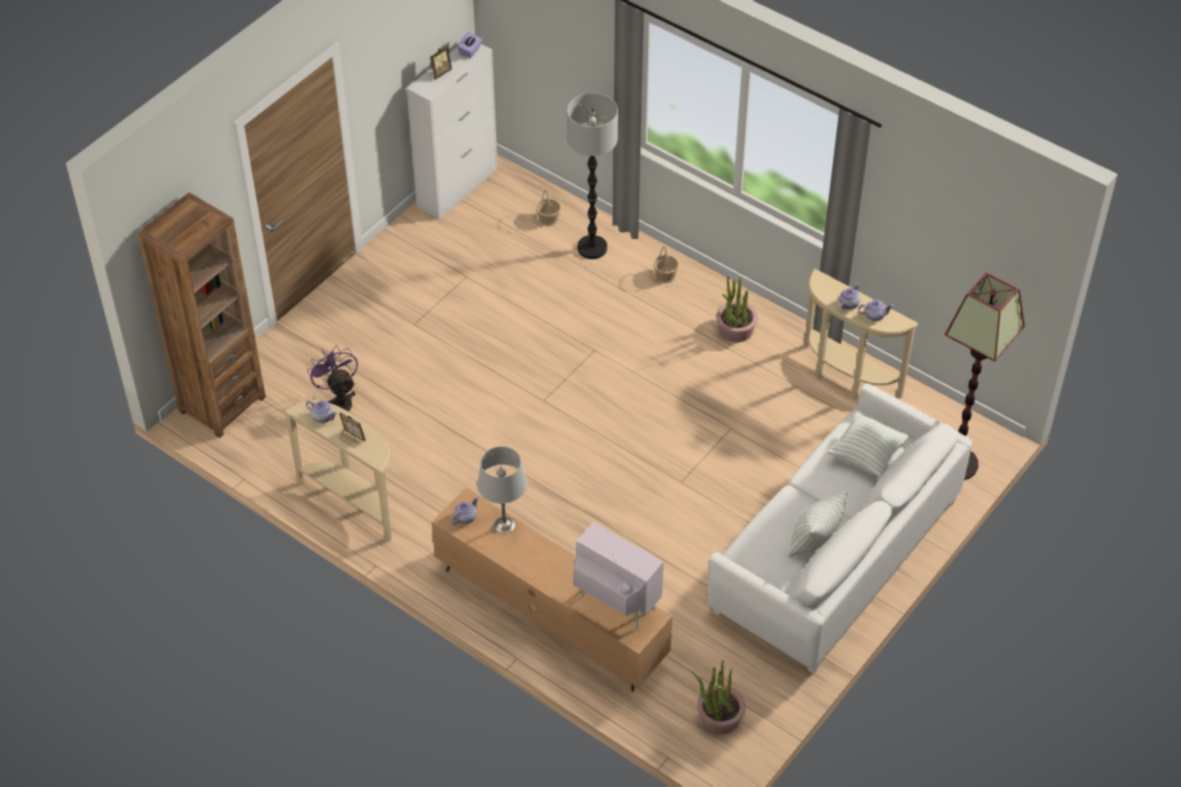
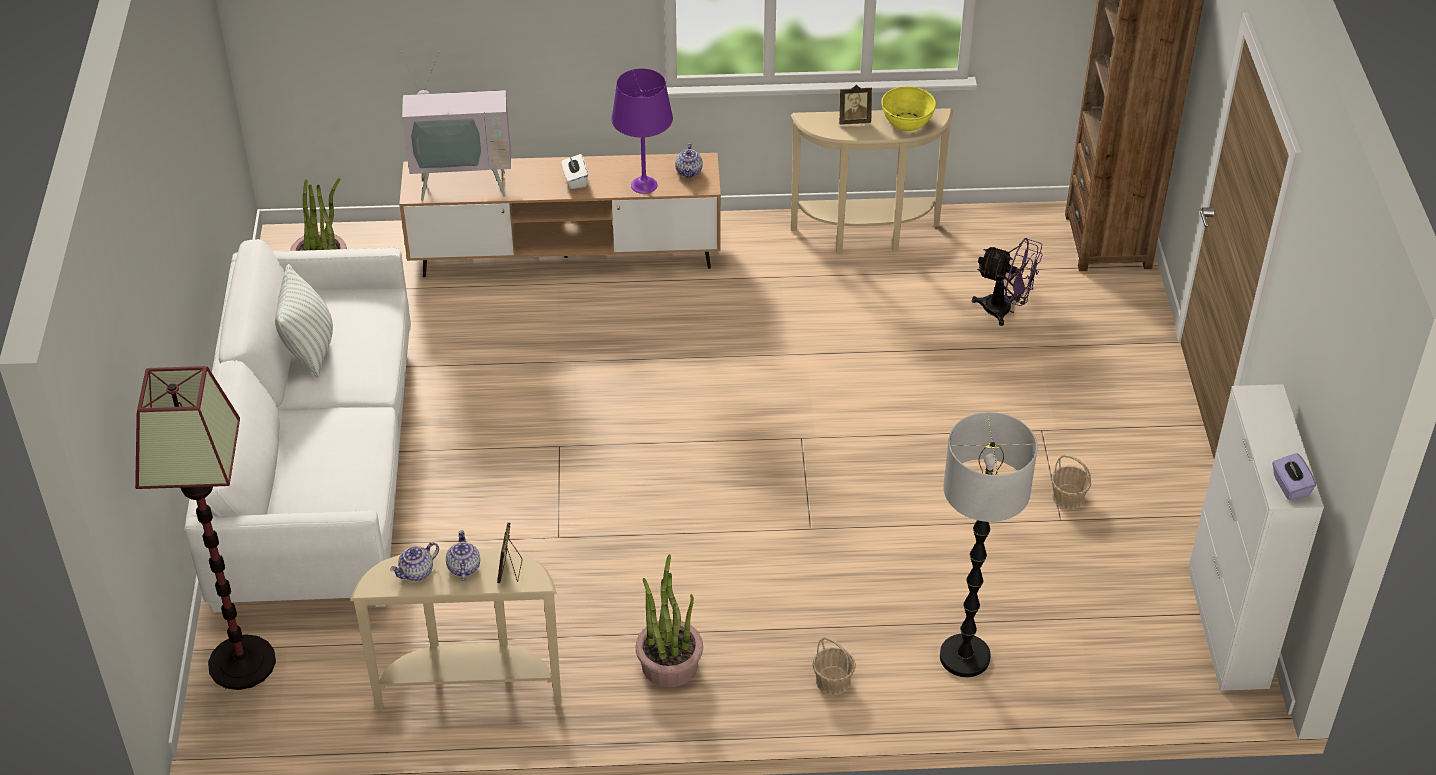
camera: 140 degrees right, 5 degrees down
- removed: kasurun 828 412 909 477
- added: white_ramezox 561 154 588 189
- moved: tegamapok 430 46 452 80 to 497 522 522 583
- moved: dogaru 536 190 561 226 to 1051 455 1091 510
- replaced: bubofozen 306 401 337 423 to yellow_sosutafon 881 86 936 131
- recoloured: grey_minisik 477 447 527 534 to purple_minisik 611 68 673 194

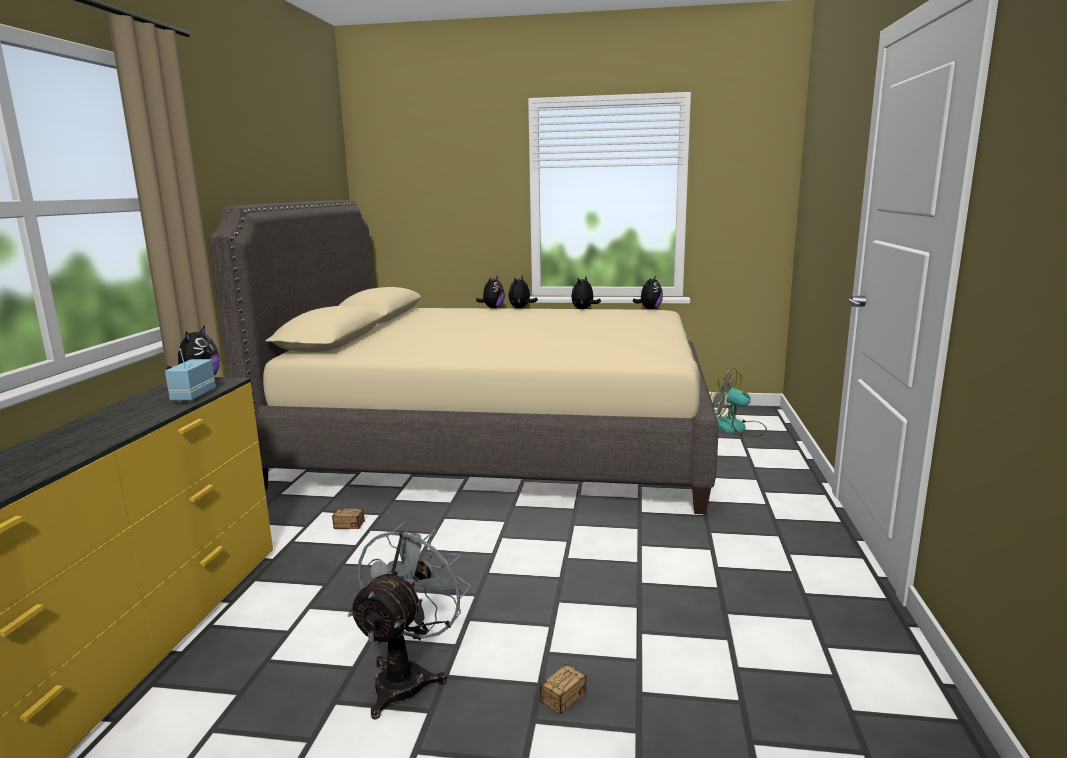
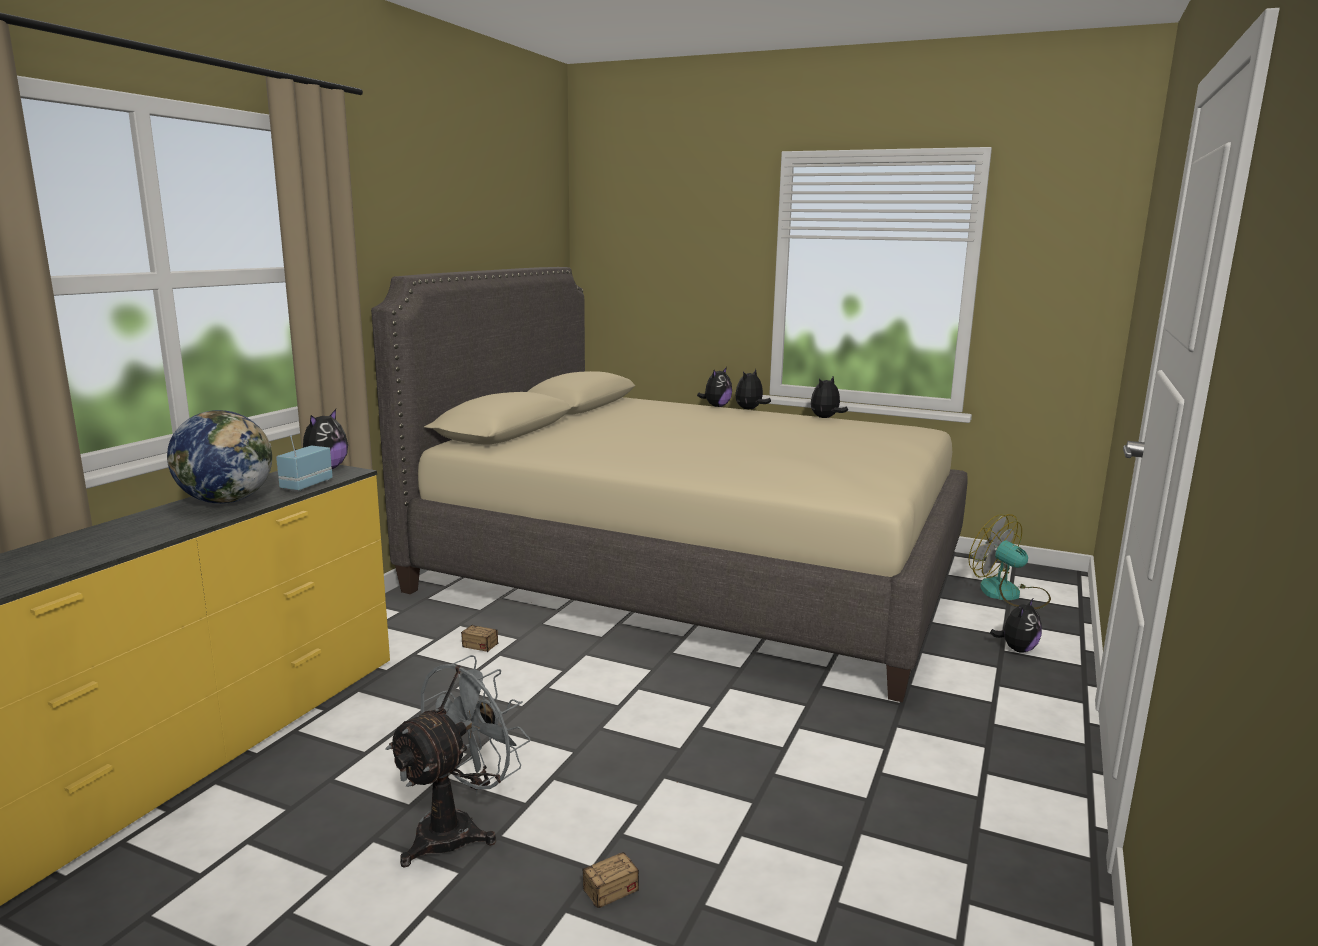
camera: 15 degrees right, 0 degrees up
- added: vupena 167 410 272 504
- moved: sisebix 633 276 663 310 to 990 599 1042 653

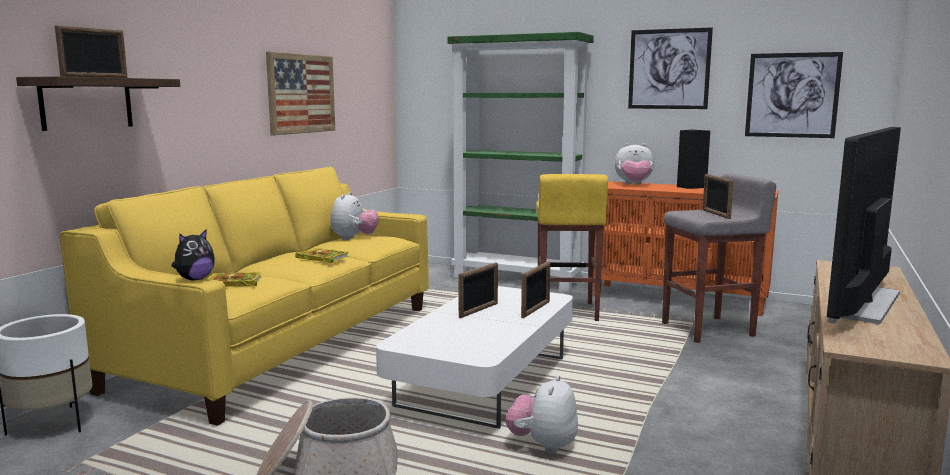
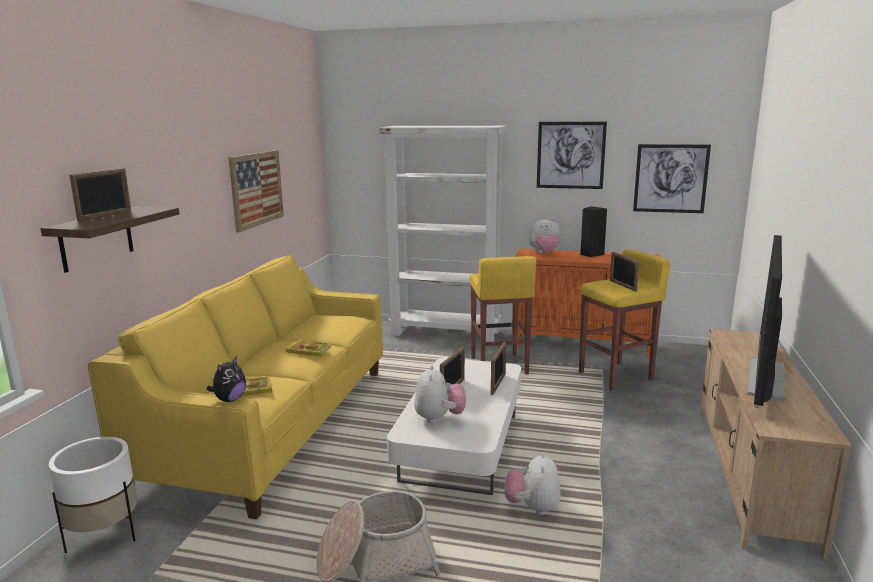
camera: 10 degrees left, 5 degrees up
- moved: sisebix 331 192 379 240 to 414 365 466 423
- recoloured: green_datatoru 447 32 594 292 to white_datatoru 379 126 506 342
- recoloured: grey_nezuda 662 173 776 343 to yellow_nezuda 579 249 670 391

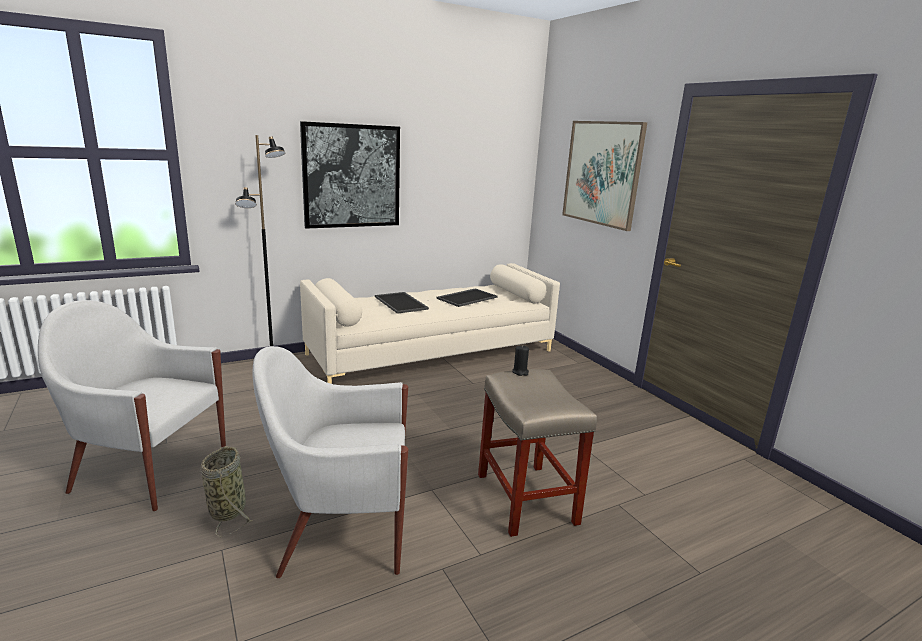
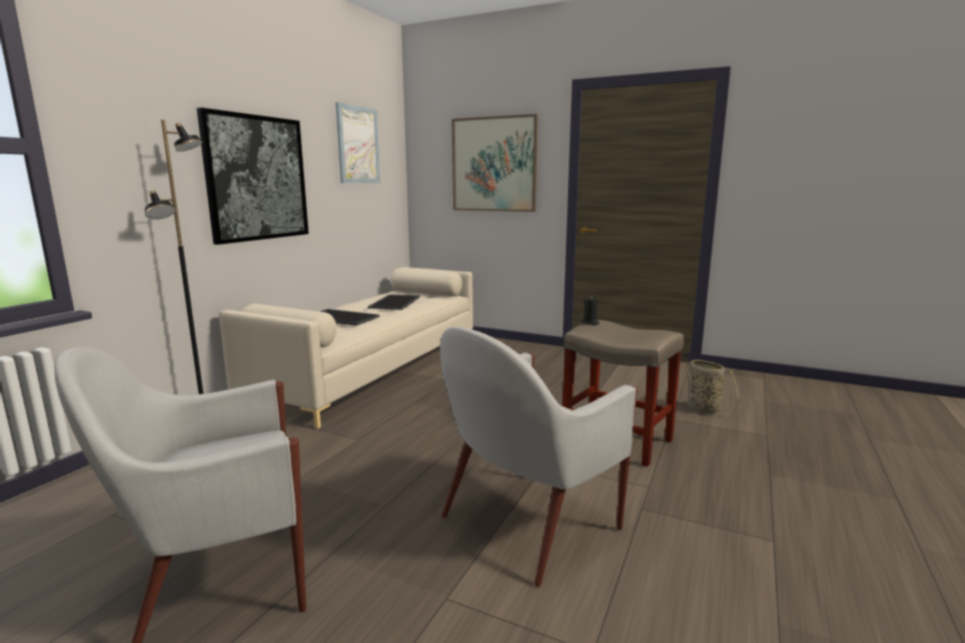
camera: 35 degrees left, 5 degrees down
- added: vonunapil 336 102 380 183
- moved: dogaru 201 446 252 537 to 657 360 740 415

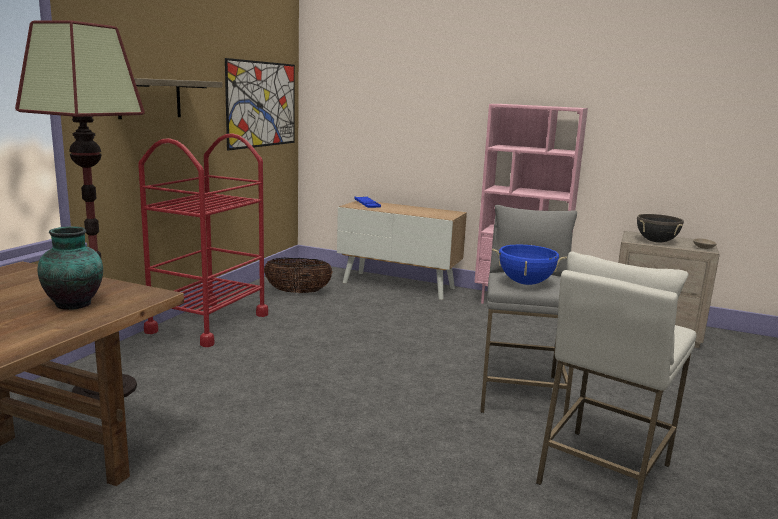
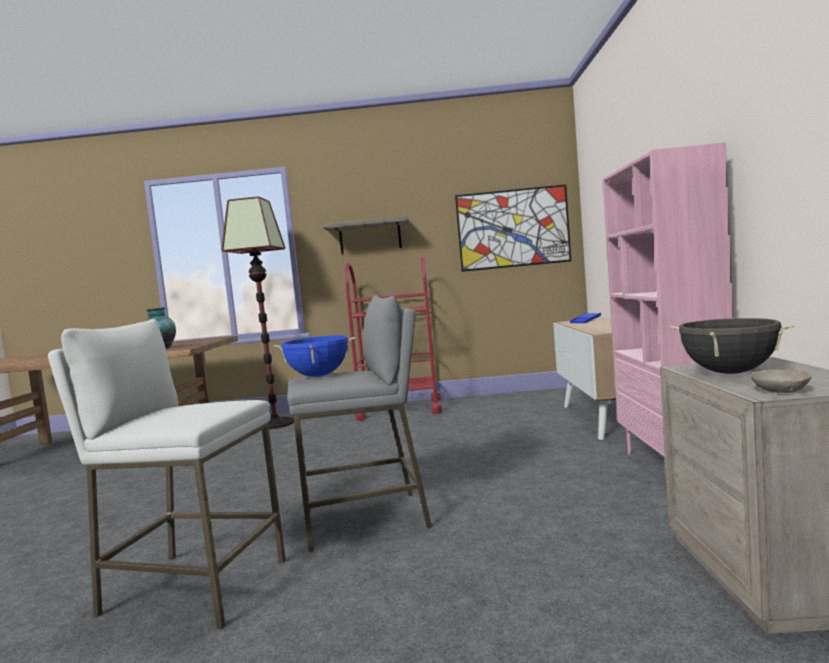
camera: 70 degrees right, 10 degrees down
- removed: dogaru 264 258 333 293

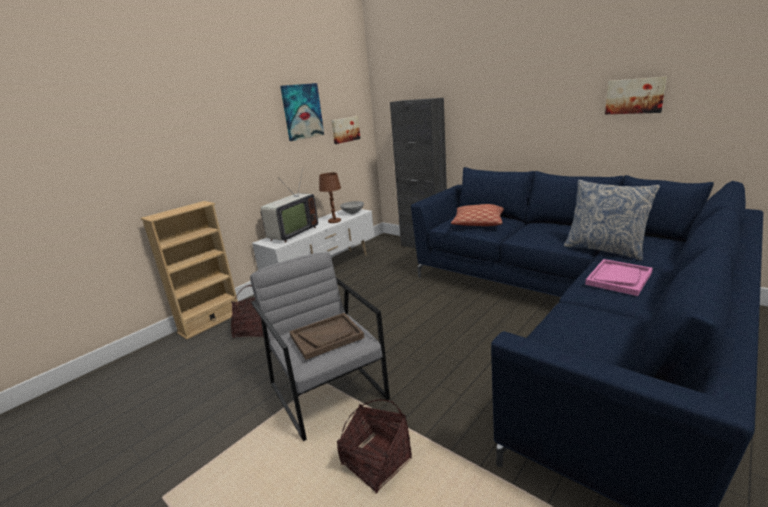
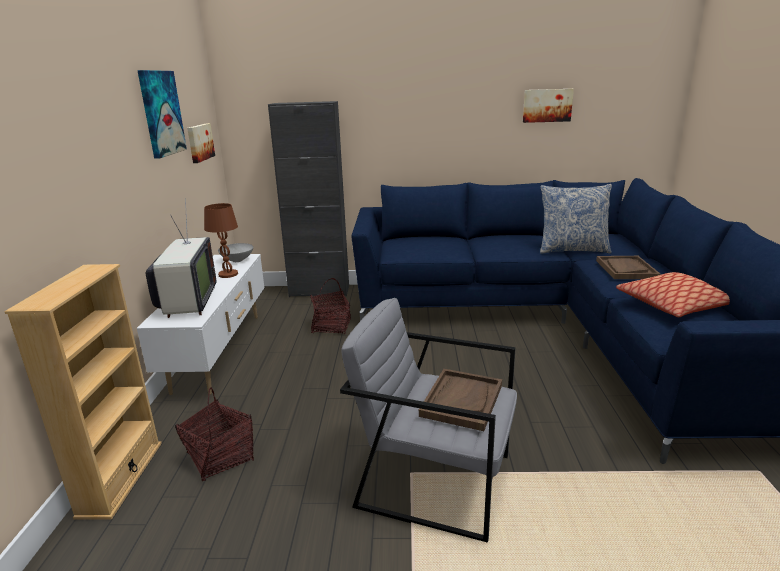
camera: 40 degrees left, 0 degrees up
- moved: dogaru 337 399 412 494 to 310 278 351 334
- moved: kasurun 451 204 504 226 to 616 272 730 317
- recoloured: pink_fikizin 585 259 653 296 to brown_fikizin 596 256 660 279

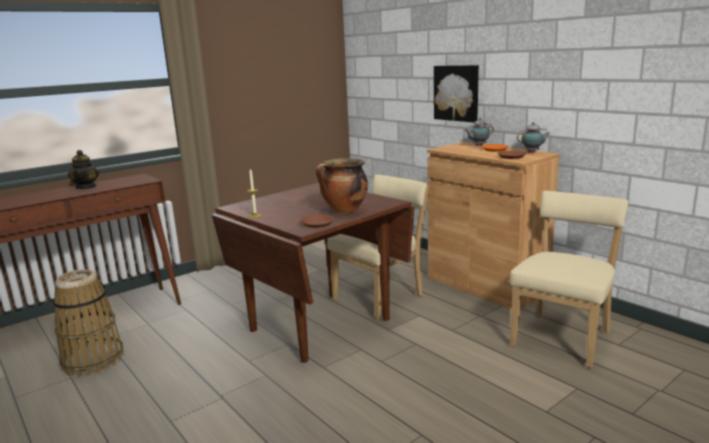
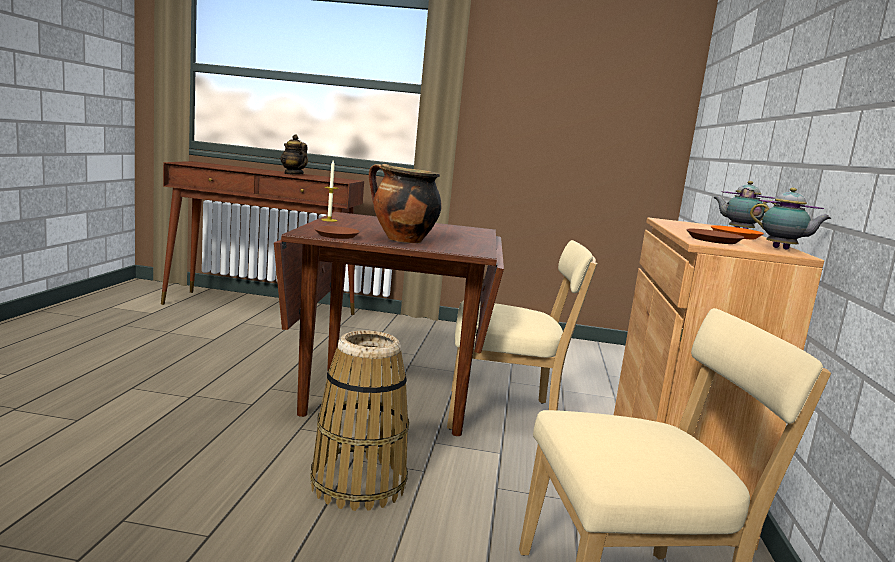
camera: 45 degrees right, 5 degrees down
- removed: vonunapil 434 65 479 123
- moved: dogaru 53 269 123 376 to 310 330 409 511
- turned: bubofozen 68 150 99 189 = 280 135 308 175 105 degrees clockwise

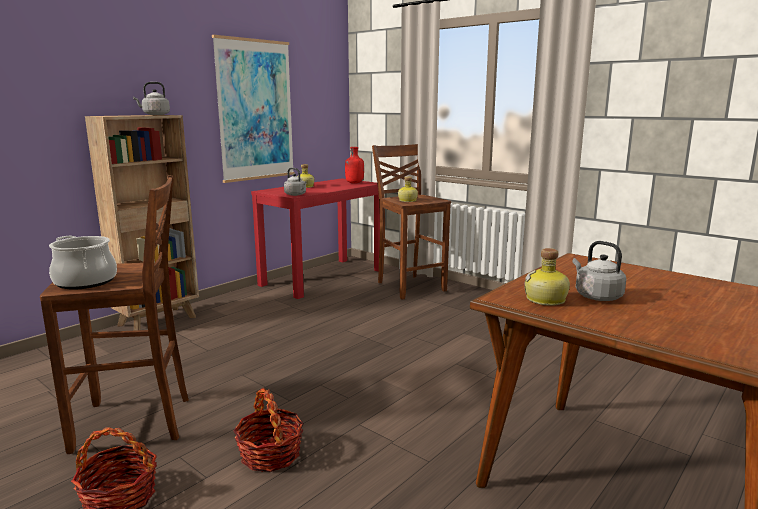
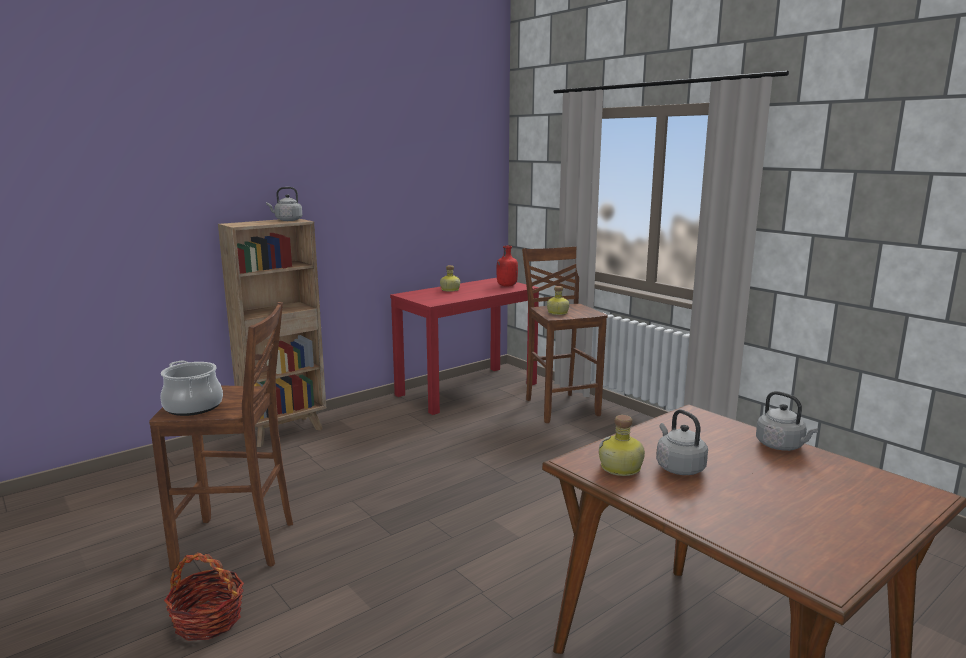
camera: 10 degrees right, 0 degrees up
- removed: vonunapil 212 35 295 183
- removed: dogaru 233 388 304 472
- moved: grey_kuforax 284 167 307 196 to 756 391 818 451

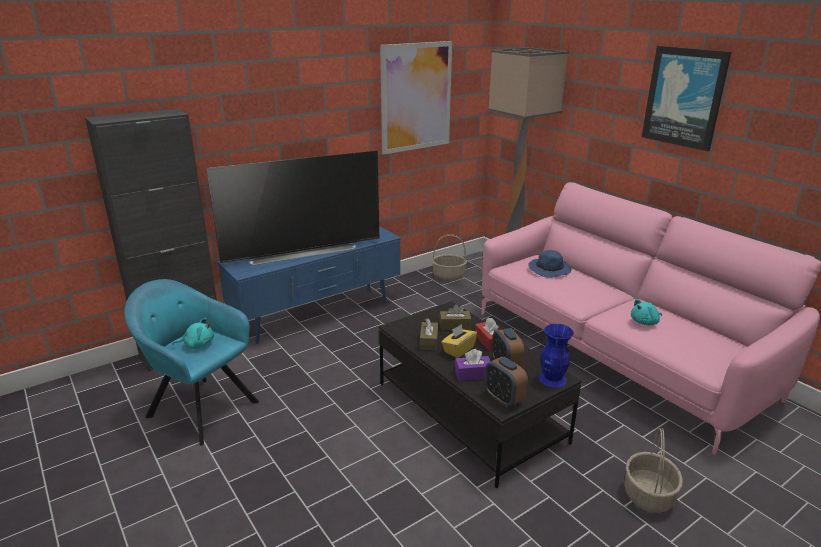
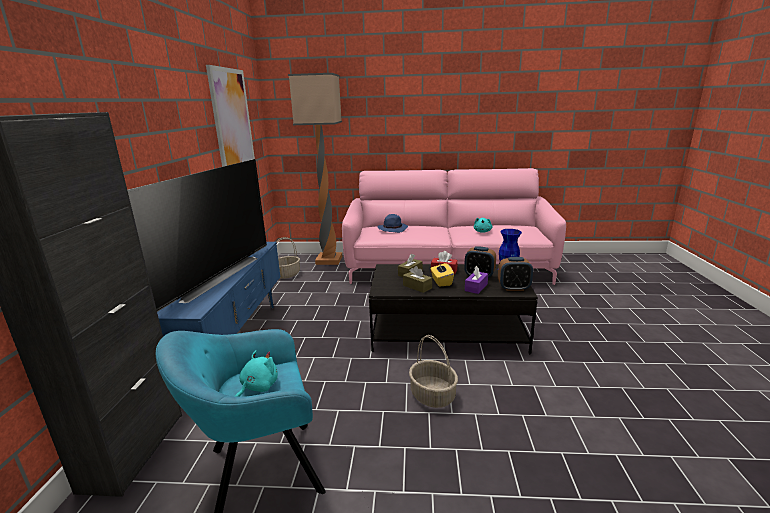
camera: 50 degrees left, 5 degrees down
- removed: vonunapil 642 46 731 151
- moved: dogaru 624 428 683 513 to 409 335 458 408

